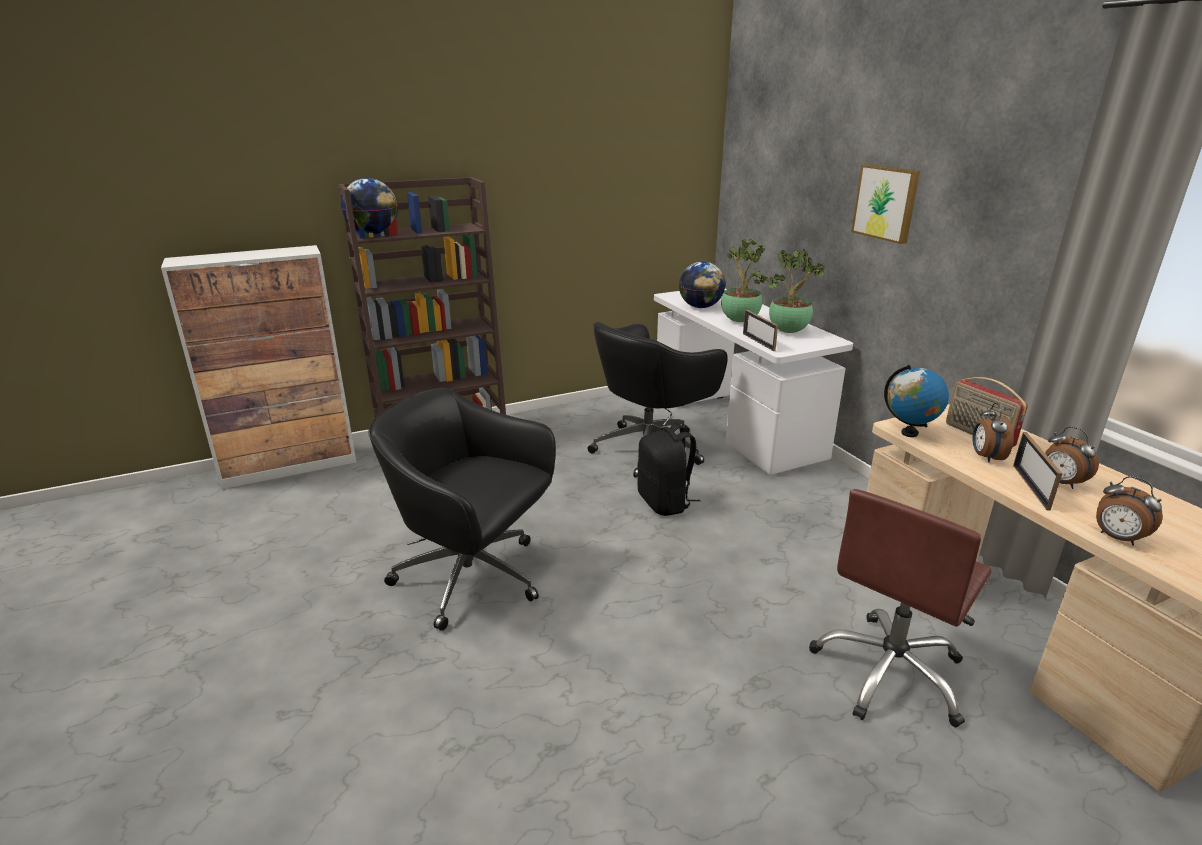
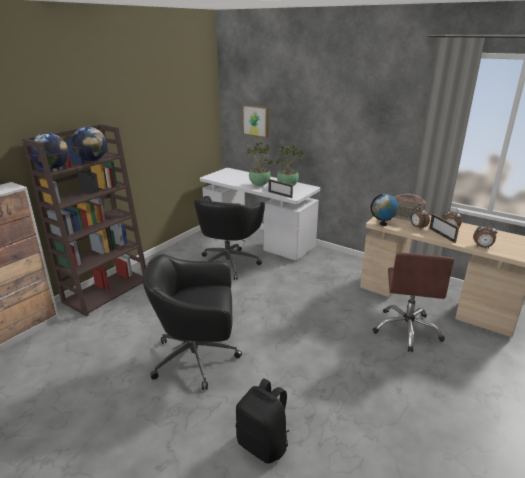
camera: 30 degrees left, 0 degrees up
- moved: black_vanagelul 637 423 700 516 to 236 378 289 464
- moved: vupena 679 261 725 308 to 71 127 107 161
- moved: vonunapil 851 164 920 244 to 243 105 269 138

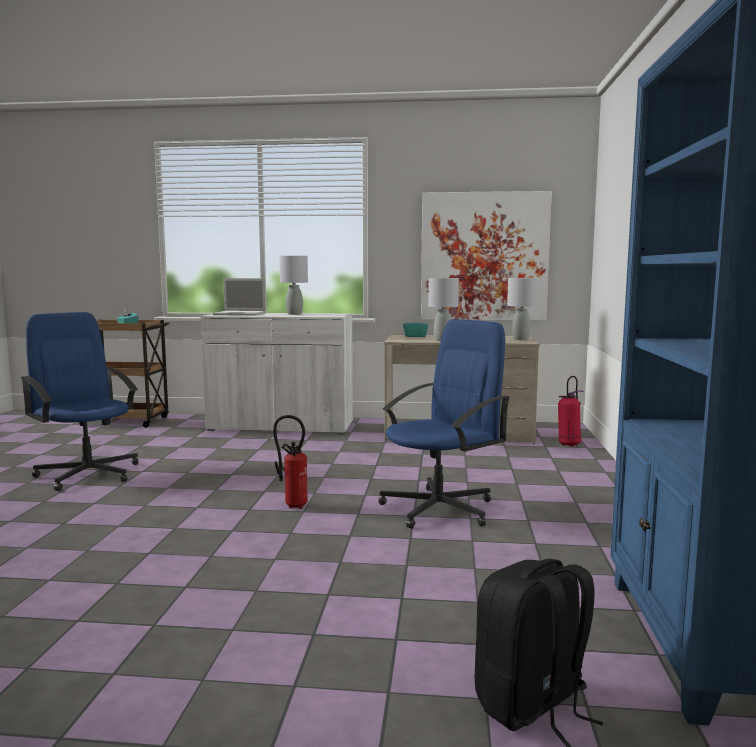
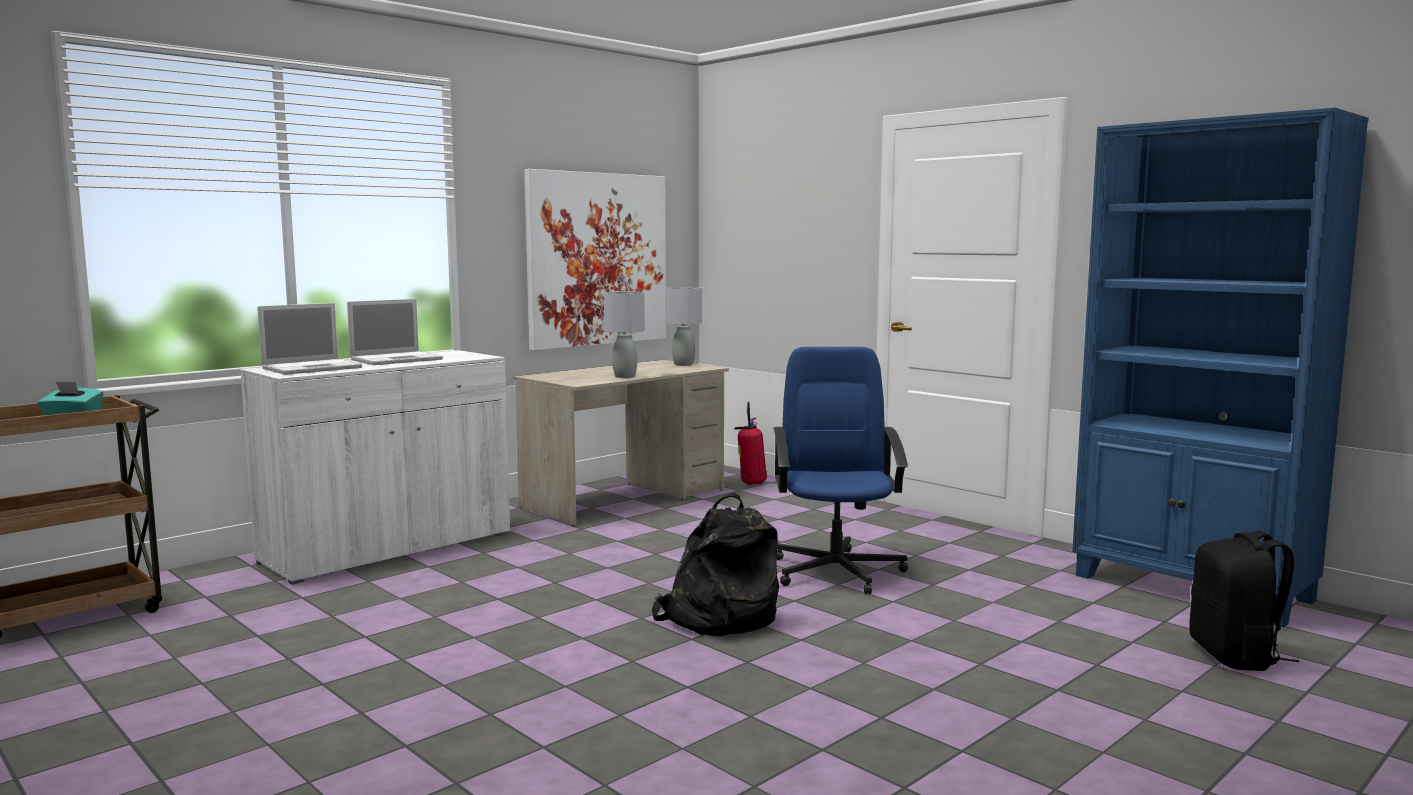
camera: 50 degrees left, 0 degrees up
- removed: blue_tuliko 20 312 139 491
- removed: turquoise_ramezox 403 317 428 337
- replaced: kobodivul 273 415 308 509 to black_vanagelul 652 493 779 636
- replaced: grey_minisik 279 256 308 315 to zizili 347 299 443 365

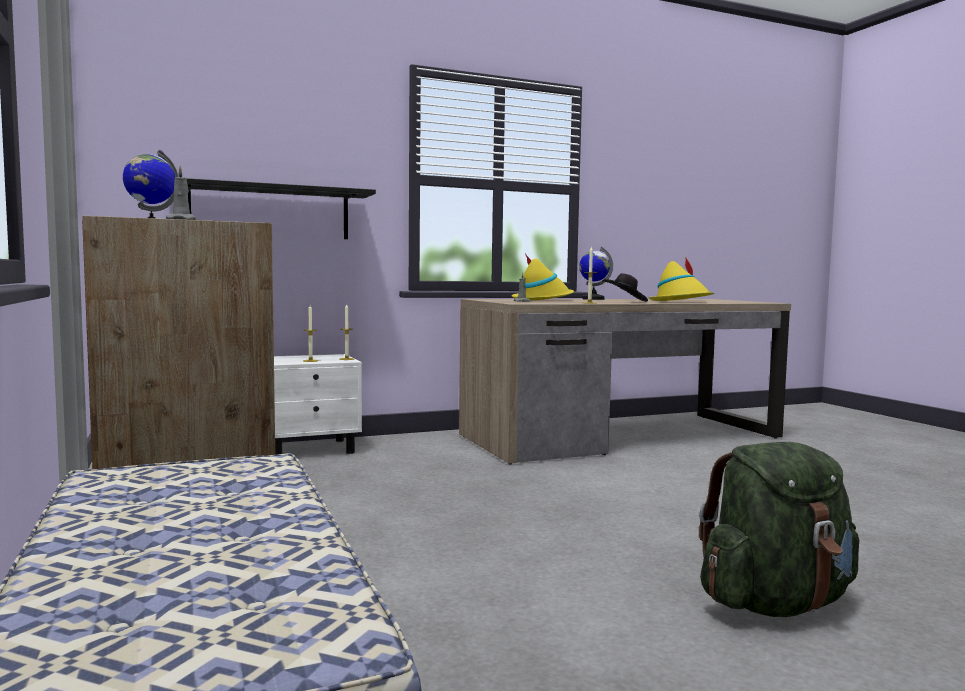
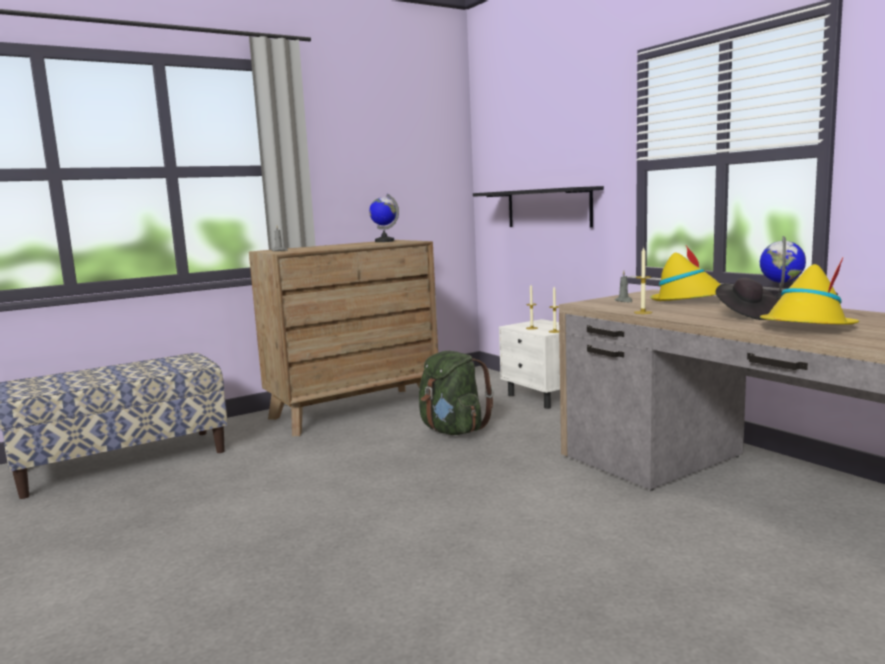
camera: 80 degrees right, 5 degrees up
- moved: green_vanagelul 699 442 859 617 to 419 351 494 435

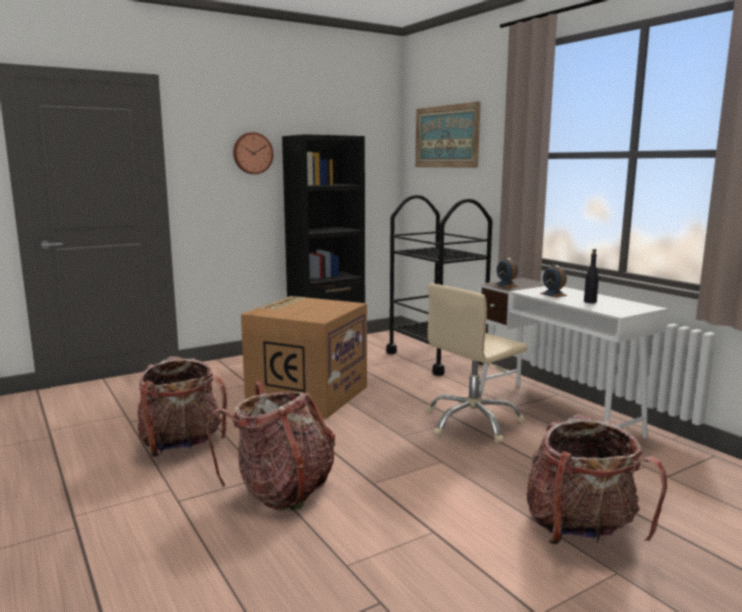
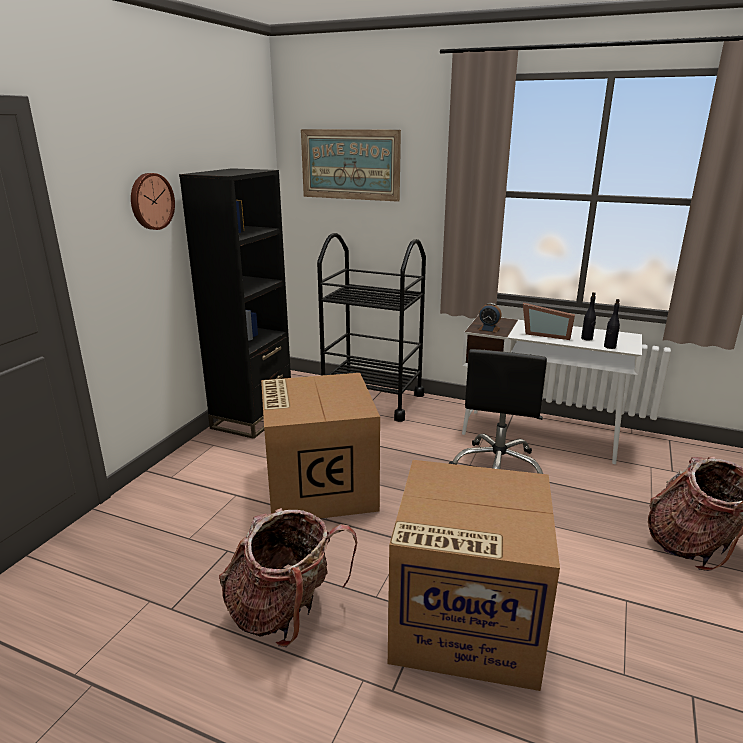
camera: 35 degrees left, 10 degrees up
- added: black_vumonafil 604 299 620 349
- replaced: vanagelul 207 381 336 511 to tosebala 388 460 560 691
- replaced: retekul 540 265 567 298 to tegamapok 523 303 575 340
- recoloured: beige_tuliko 426 283 527 443 to black_tuliko 449 349 547 474

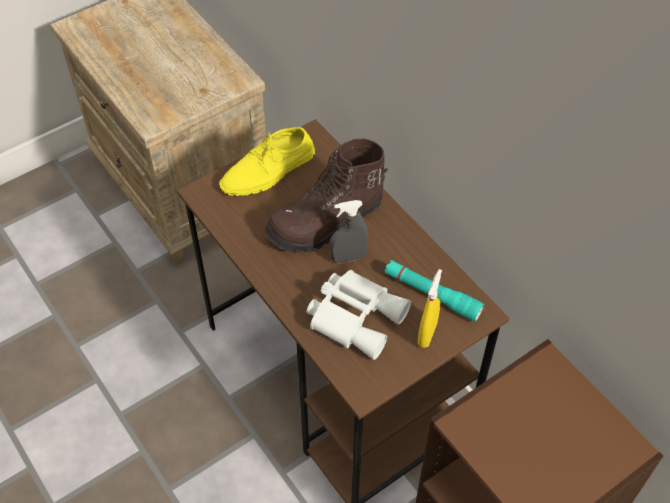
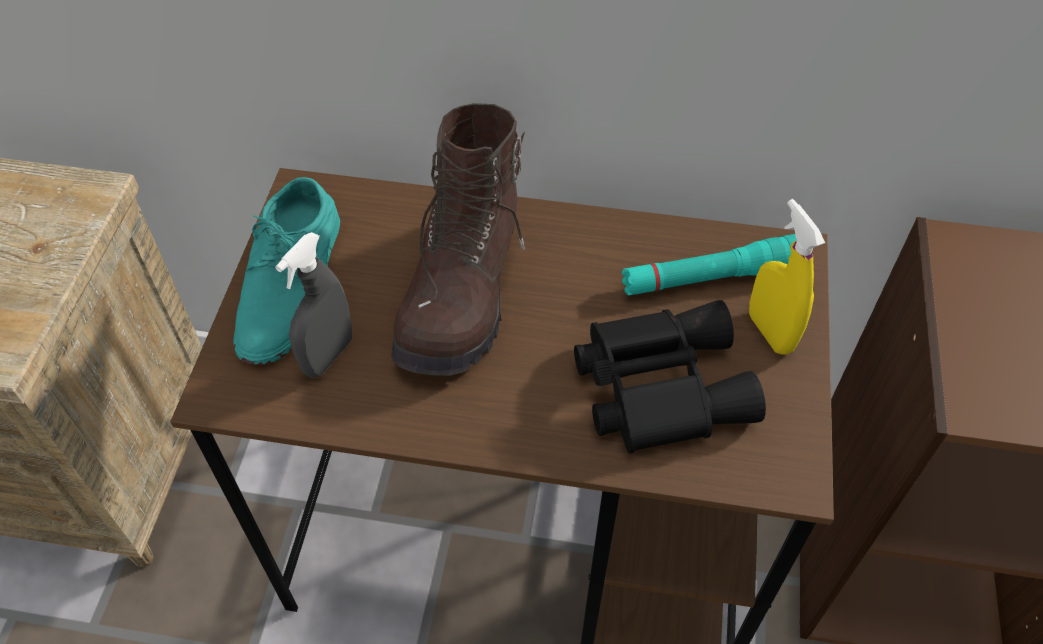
camera: 45 degrees left, 0 degrees up
- moved: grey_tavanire 329 200 369 263 to 275 232 352 378
- recoloured: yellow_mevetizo 219 127 315 196 to turquoise_mevetizo 233 177 340 365
- recoloured: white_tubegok 307 270 411 360 to black_tubegok 574 300 766 454

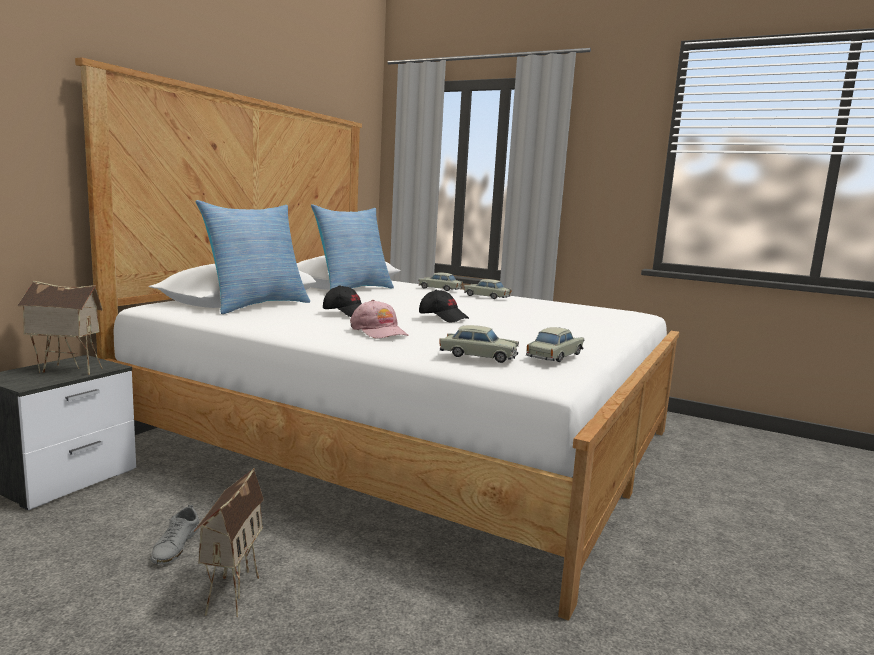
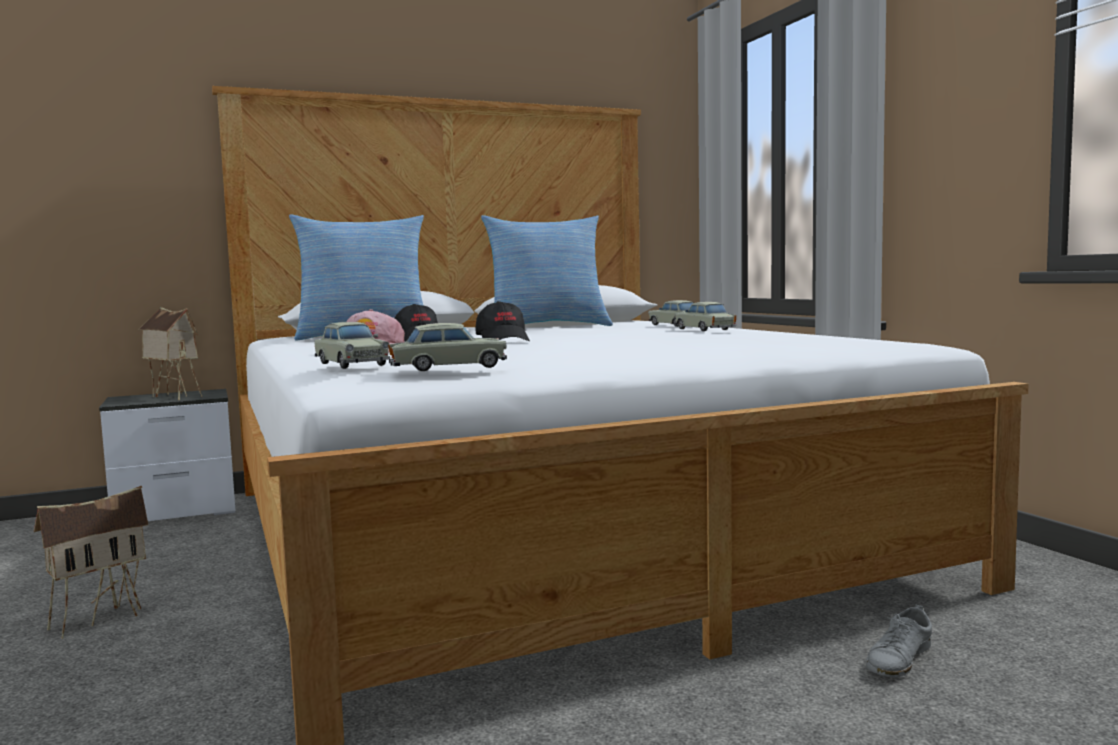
camera: 40 degrees right, 5 degrees down
- moved: grey_mevetizo 151 505 199 564 to 866 604 932 678

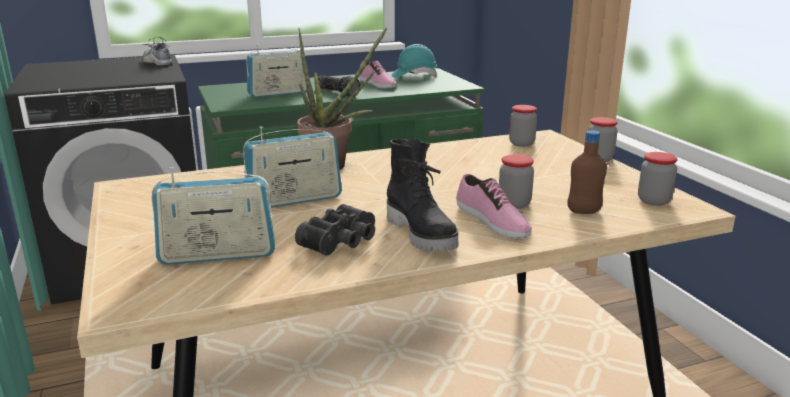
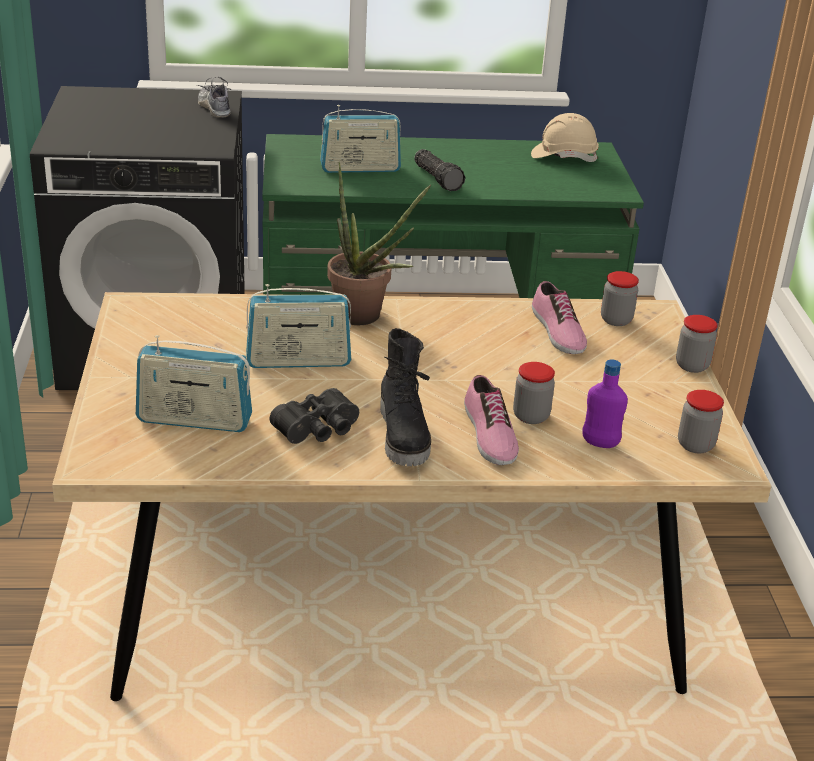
camera: 15 degrees right, 10 degrees up
- moved: mevetizo 359 61 397 88 to 532 281 587 354
- recoloured: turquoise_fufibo 391 44 437 78 to beige_fufibo 531 113 599 162
- recoloured: brown_vumonafil 568 130 607 214 to purple_vumonafil 582 359 628 448

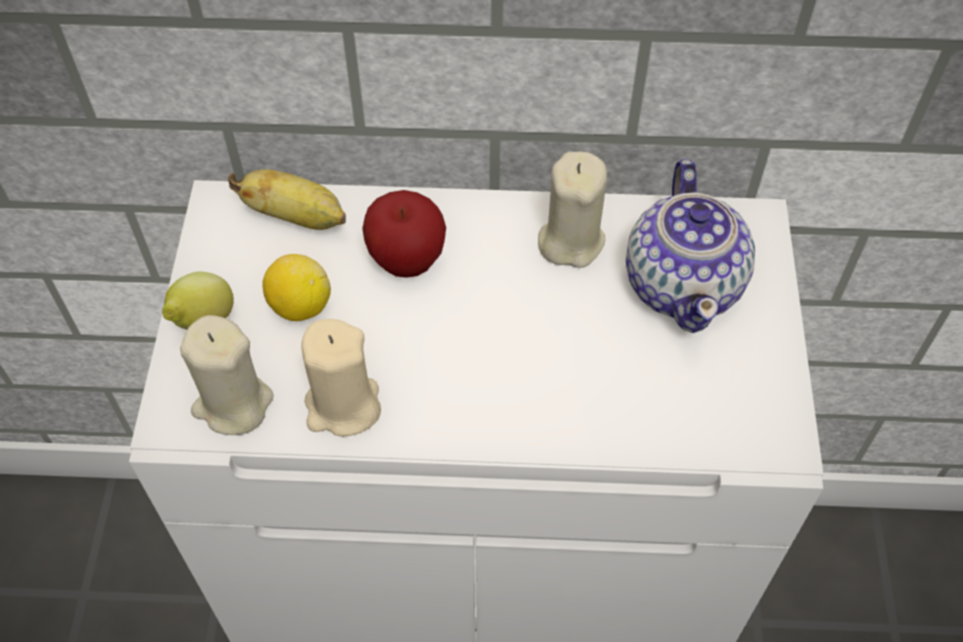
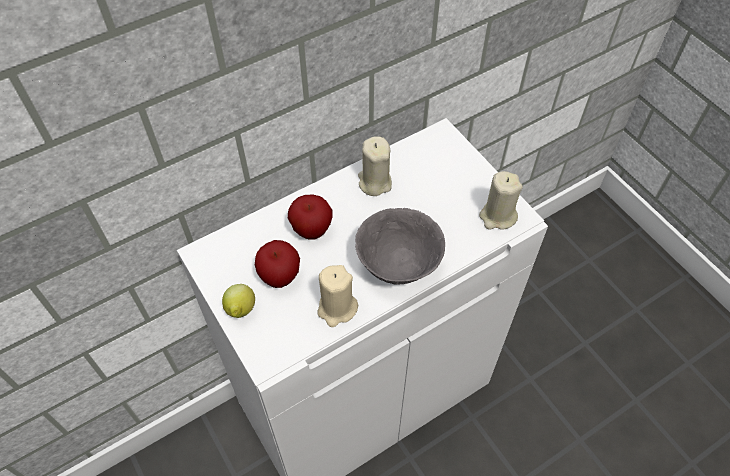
camera: 35 degrees left, 0 degrees up
- removed: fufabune 228 169 346 230
- removed: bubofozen 626 159 755 333
- added: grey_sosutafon 355 208 445 284
- moved: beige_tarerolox 180 315 274 435 to 479 171 523 230
- replaced: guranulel 263 254 331 321 to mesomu 255 240 300 288

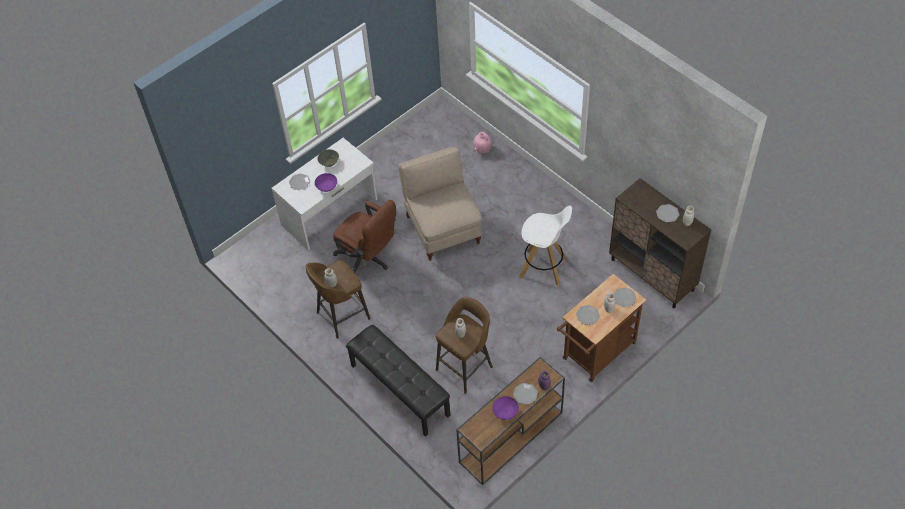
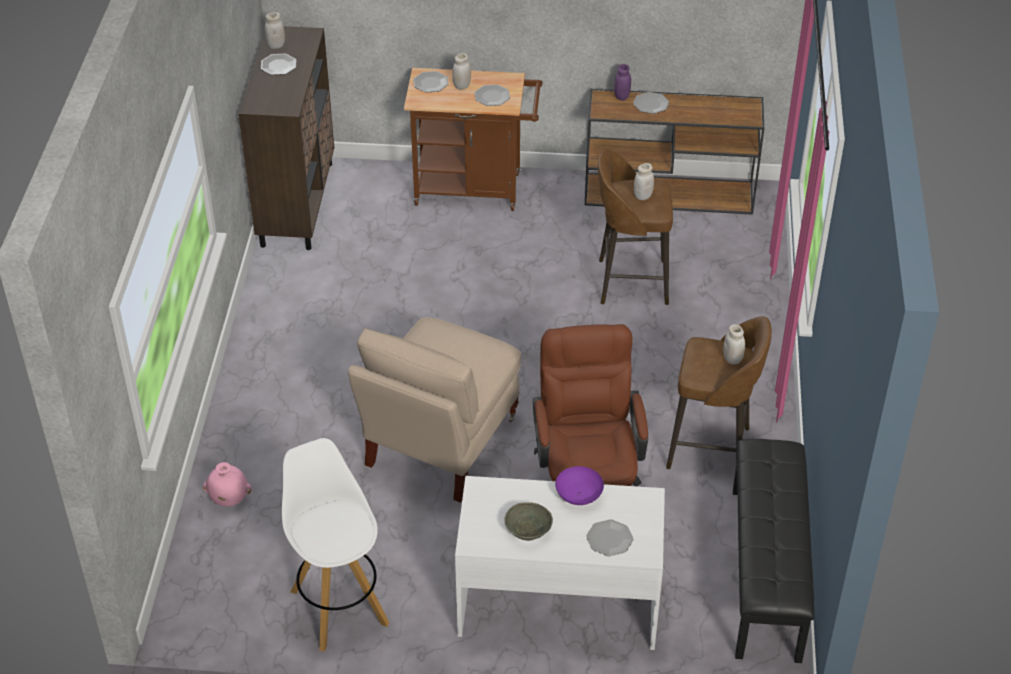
camera: 135 degrees left, 10 degrees down
- removed: purple_sosutafon 492 396 519 420
- moved: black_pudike 346 325 450 437 to 733 439 815 663
- moved: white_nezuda 519 206 572 286 to 282 438 389 652

